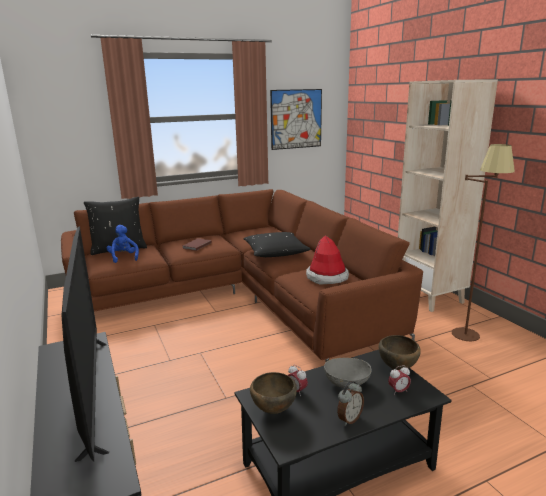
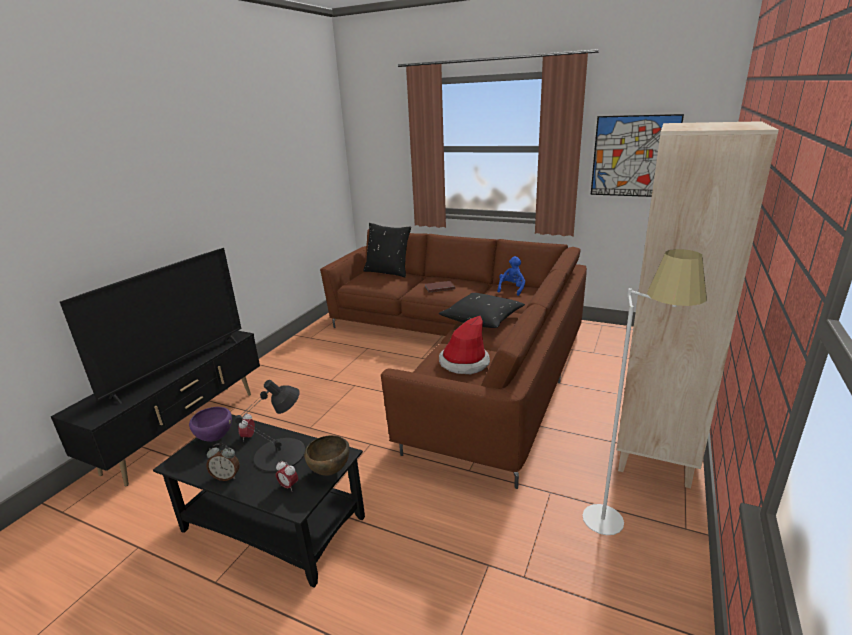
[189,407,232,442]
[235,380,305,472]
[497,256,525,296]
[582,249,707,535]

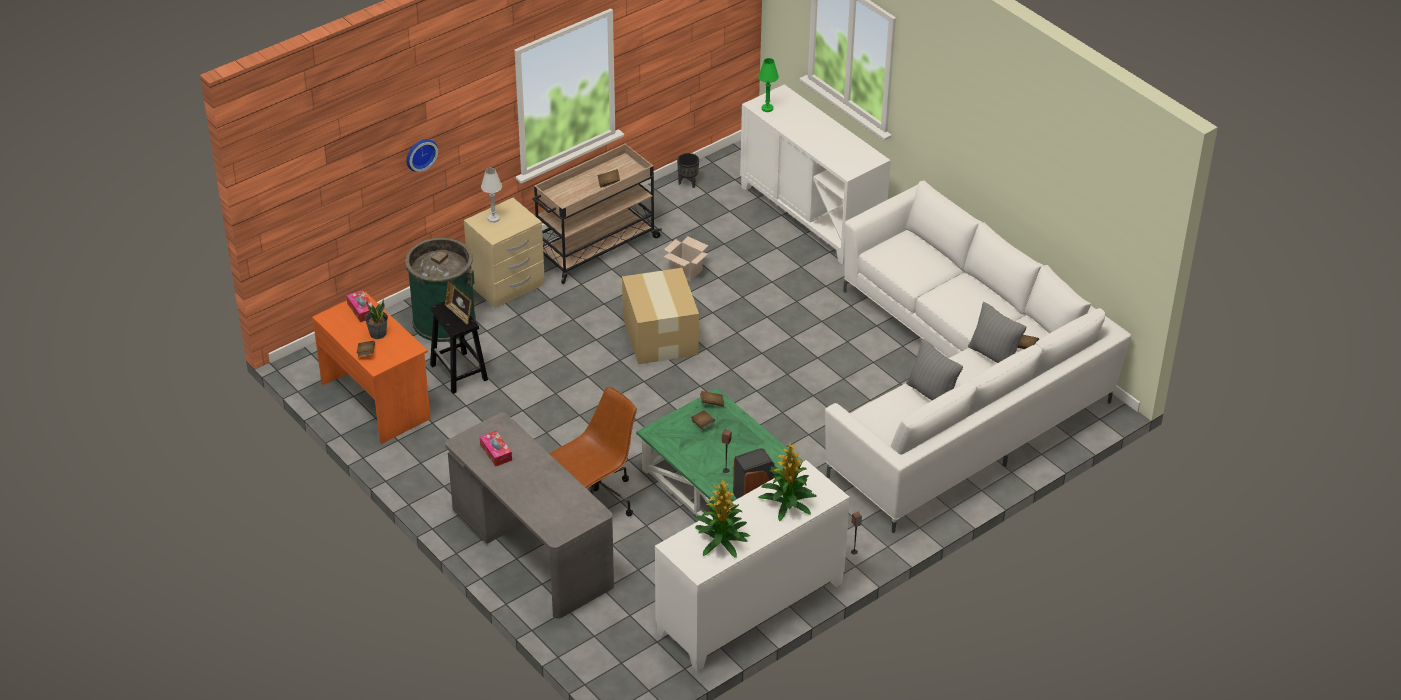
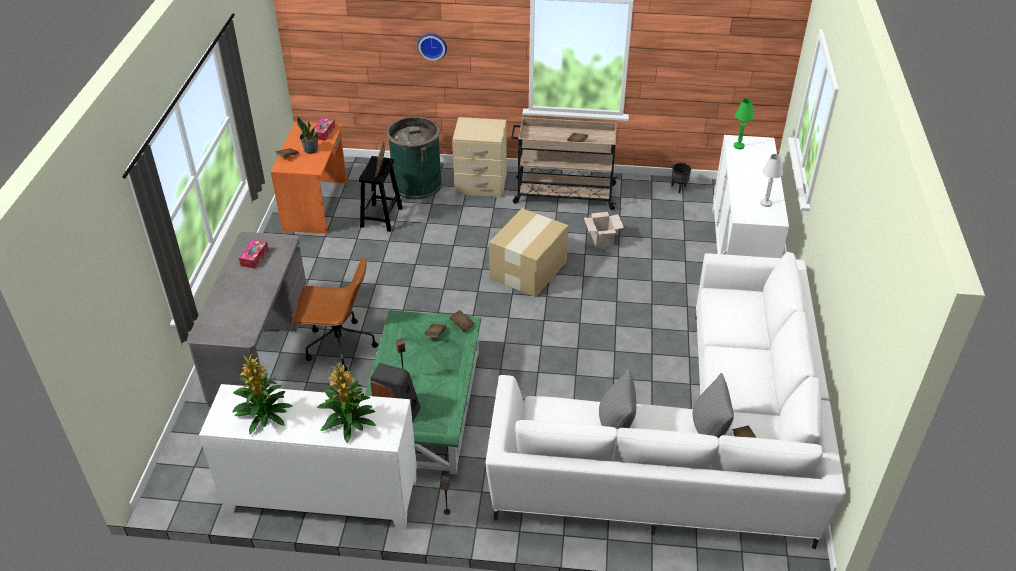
[760,154,783,207]

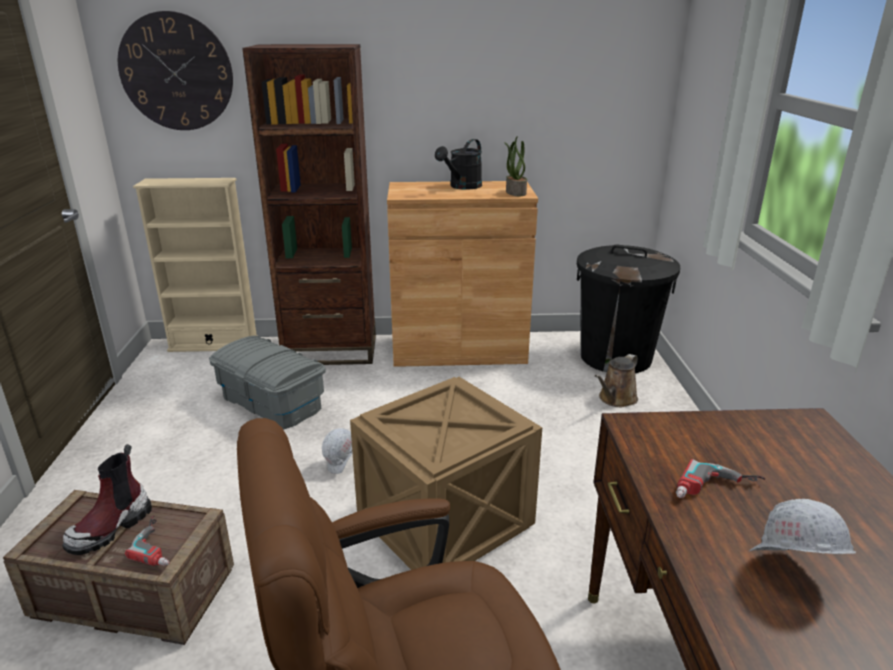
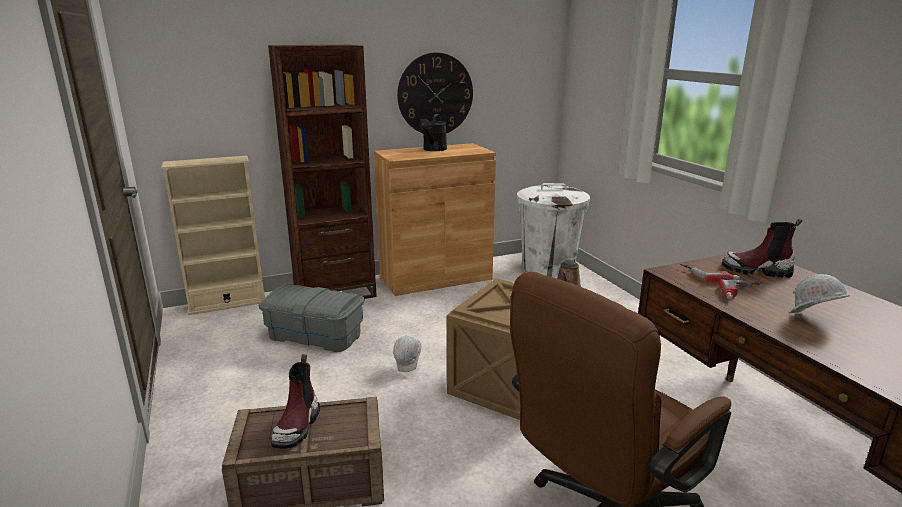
[397,53,473,133]
[517,183,590,277]
[680,264,740,283]
[722,219,802,278]
[504,136,527,196] (first image)

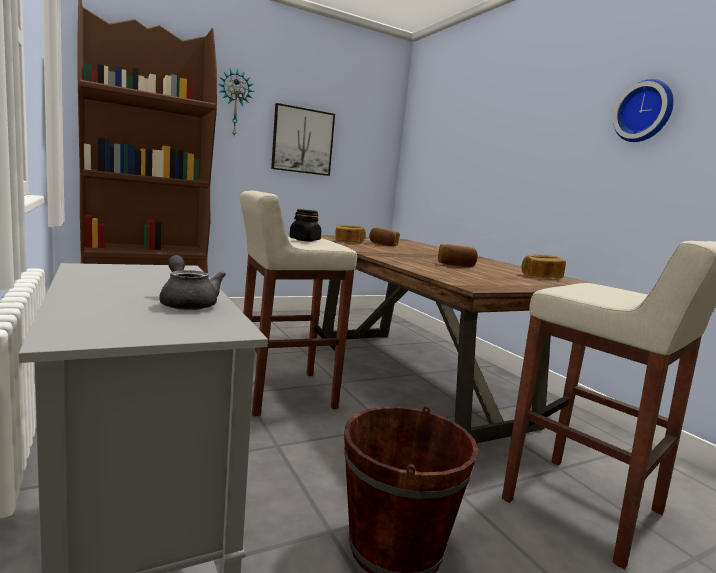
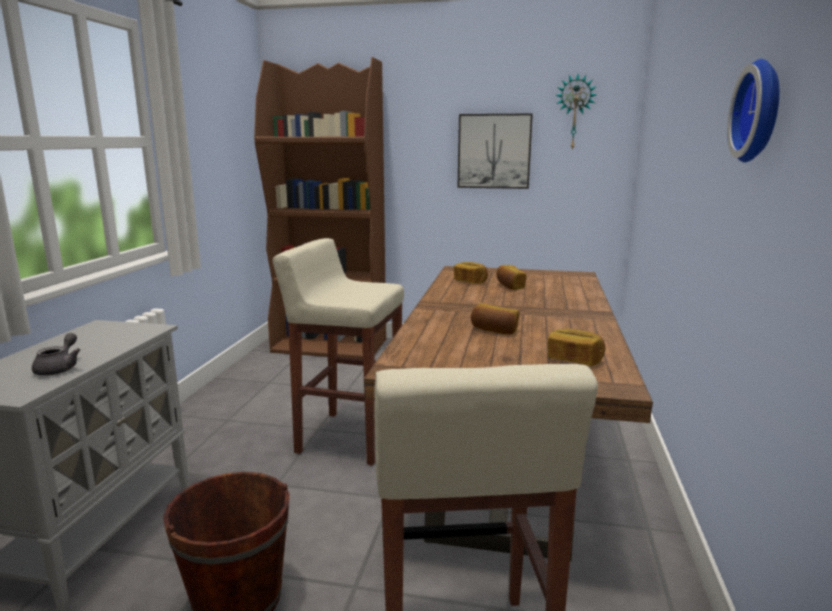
[555,74,597,151]
[290,209,321,241] (first image)

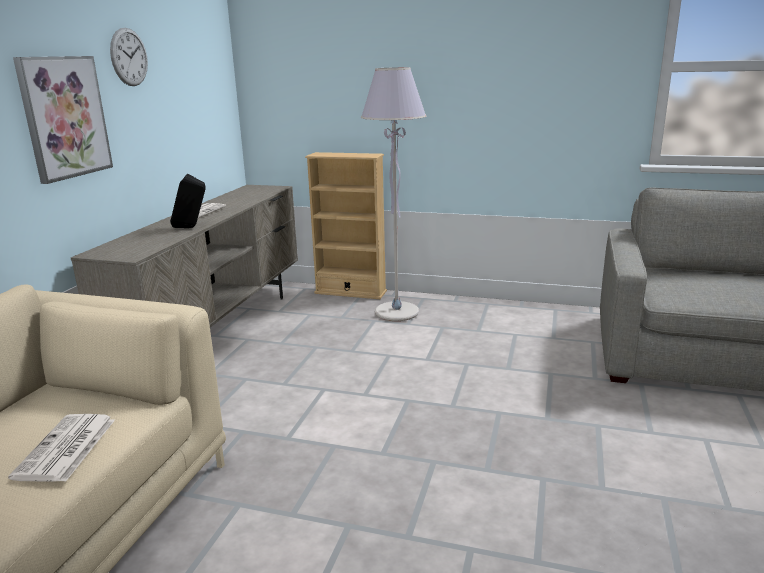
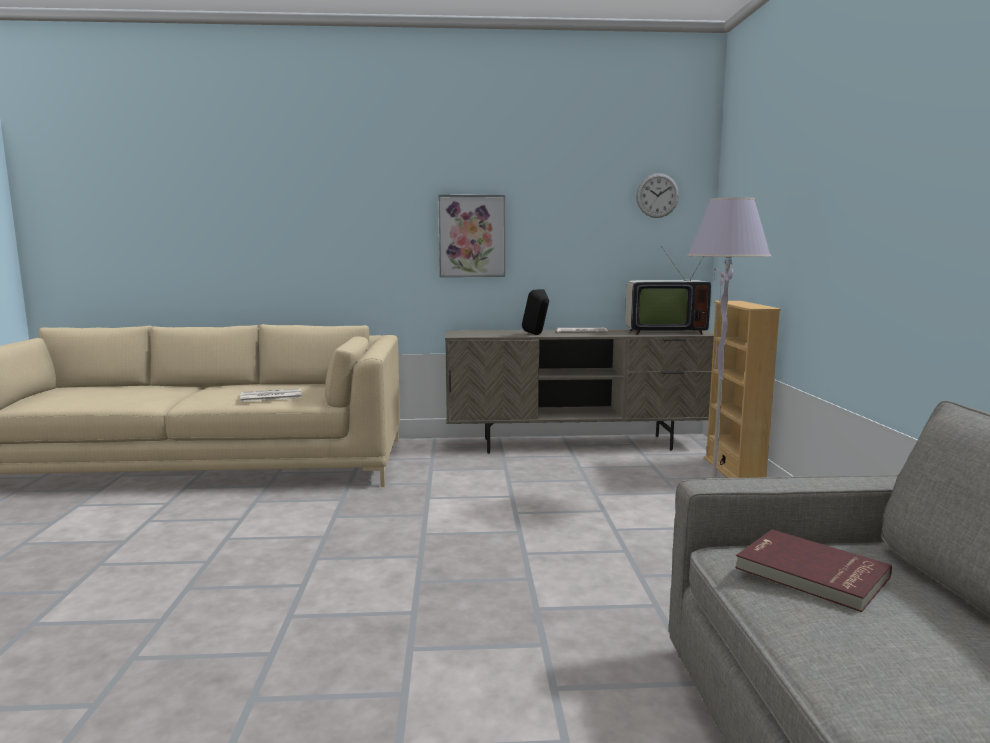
[625,246,711,334]
[636,173,679,218]
[735,530,892,612]

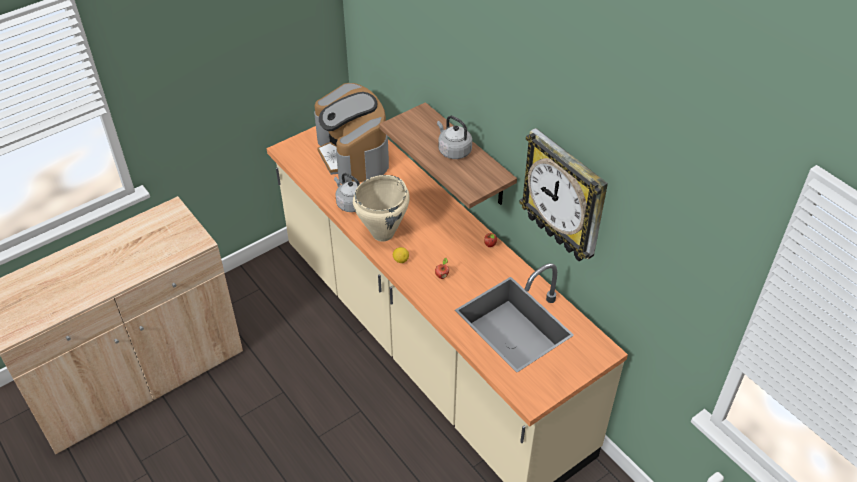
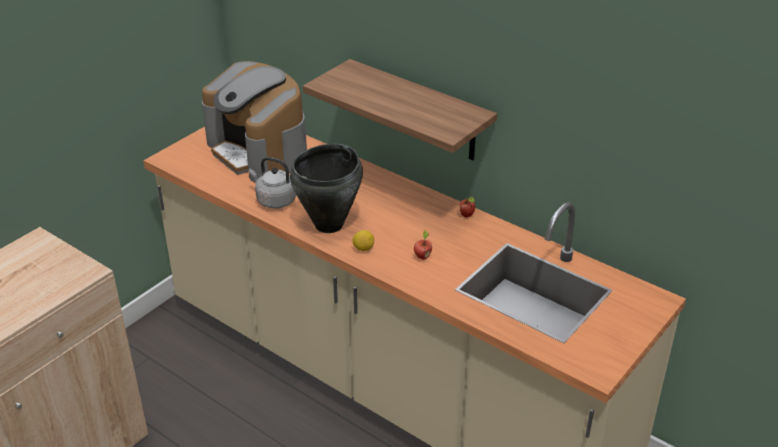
[290,144,363,233]
[437,116,472,159] (first image)
[519,128,608,261] (first image)

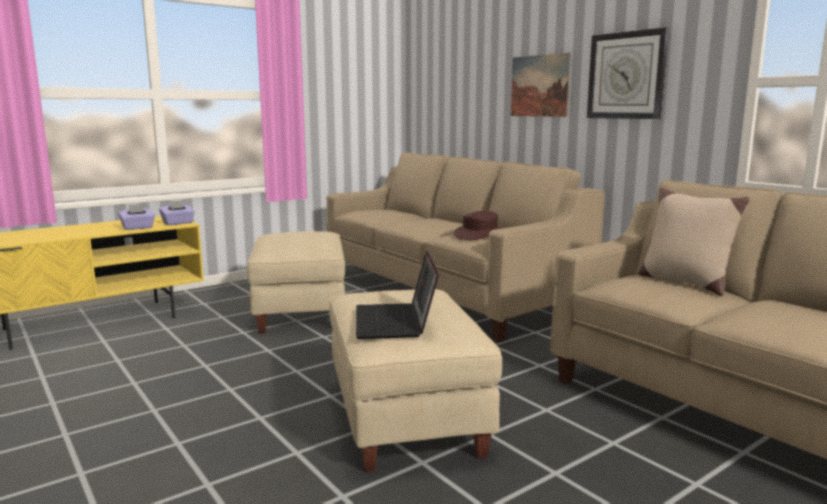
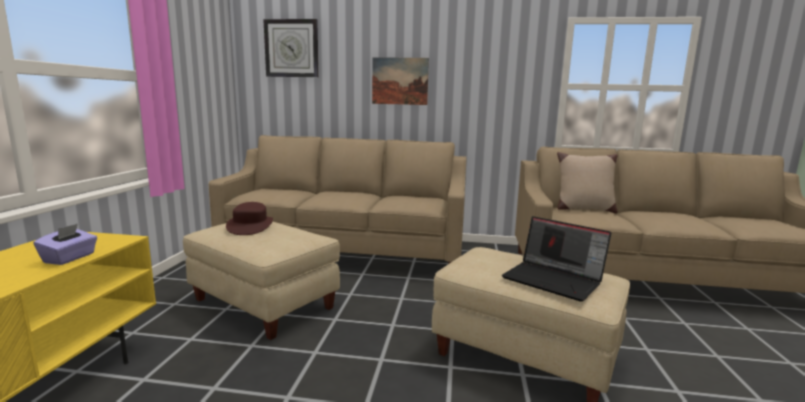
[226,202,273,235]
[263,19,319,77]
[159,200,194,225] (first image)

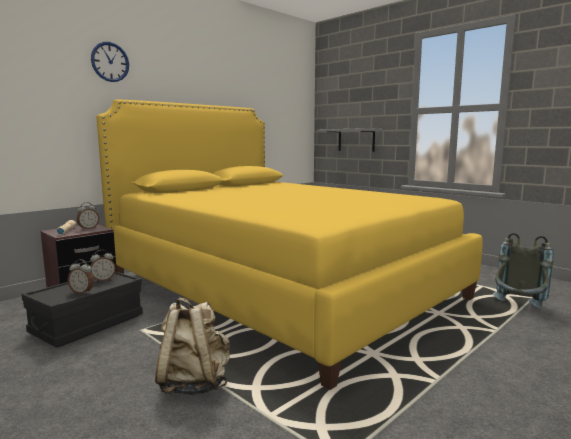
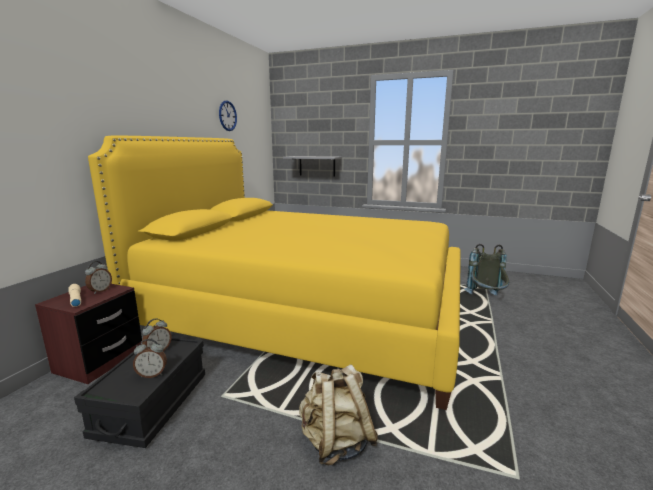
[219,101,237,131]

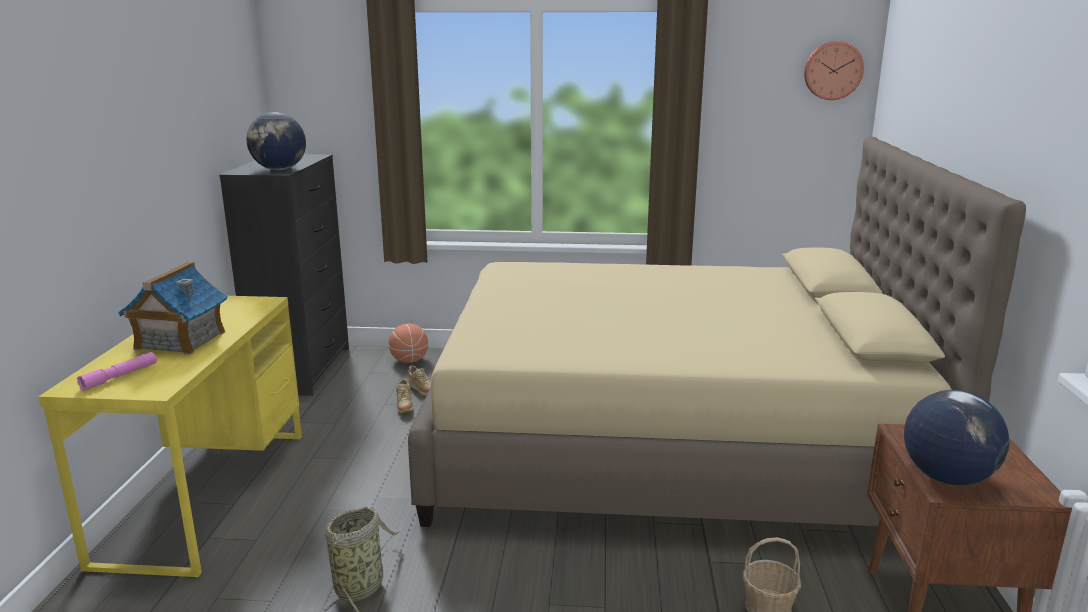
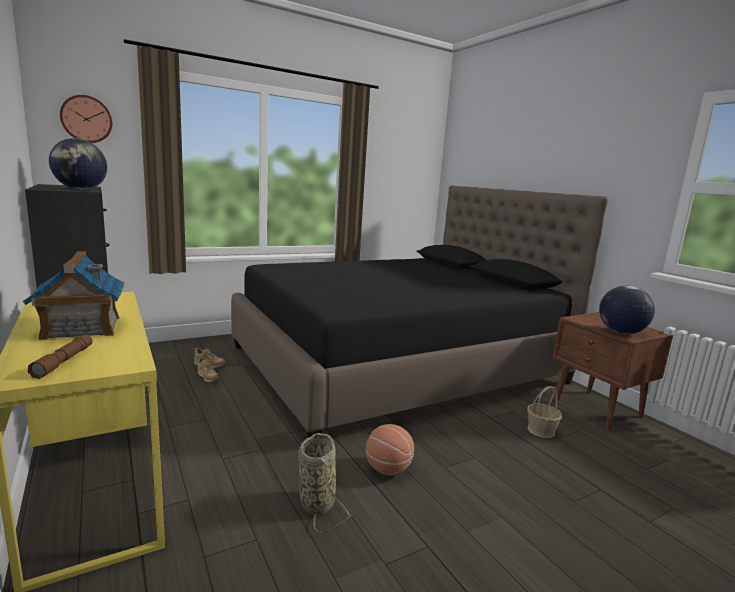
[27,334,93,379]
[60,95,112,143]
[231,185,608,438]
[366,424,414,475]

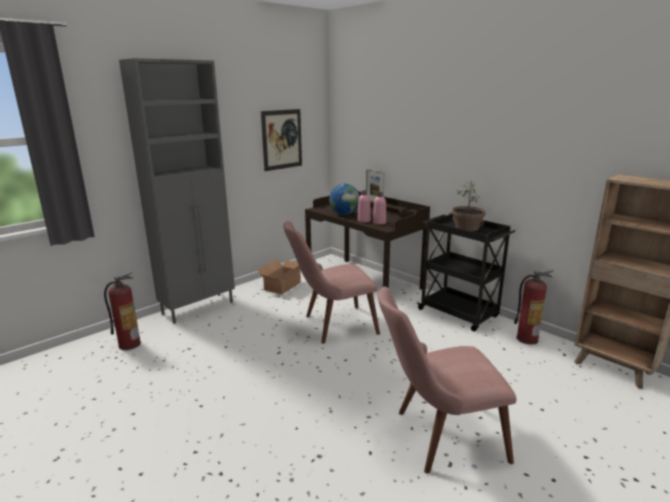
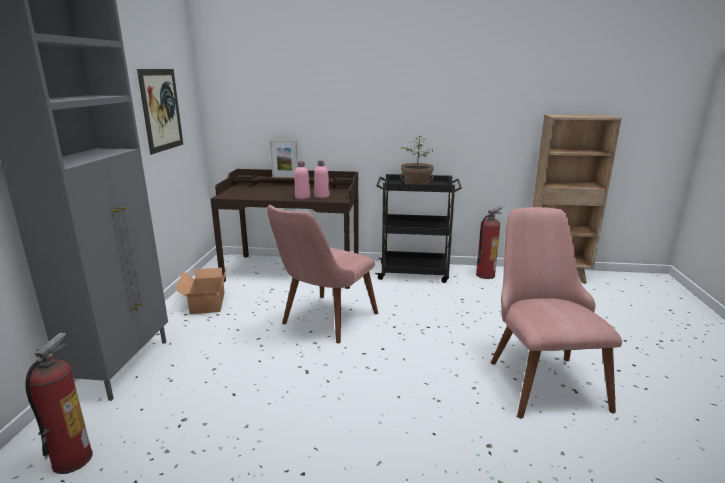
[491,207,622,418]
[329,184,360,215] (first image)

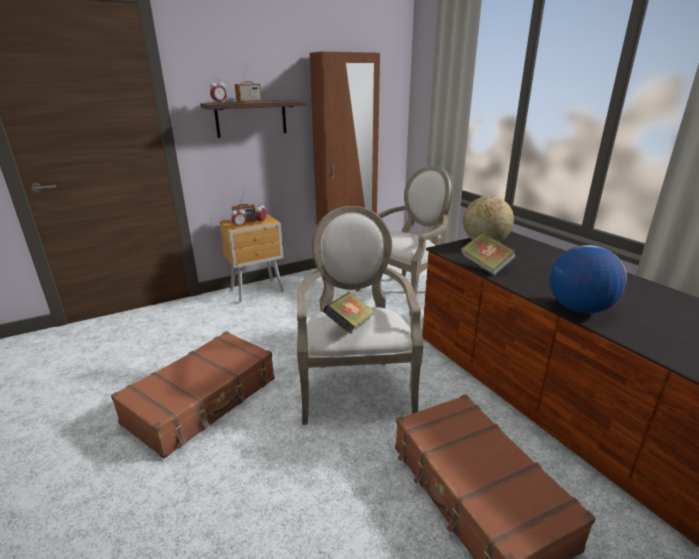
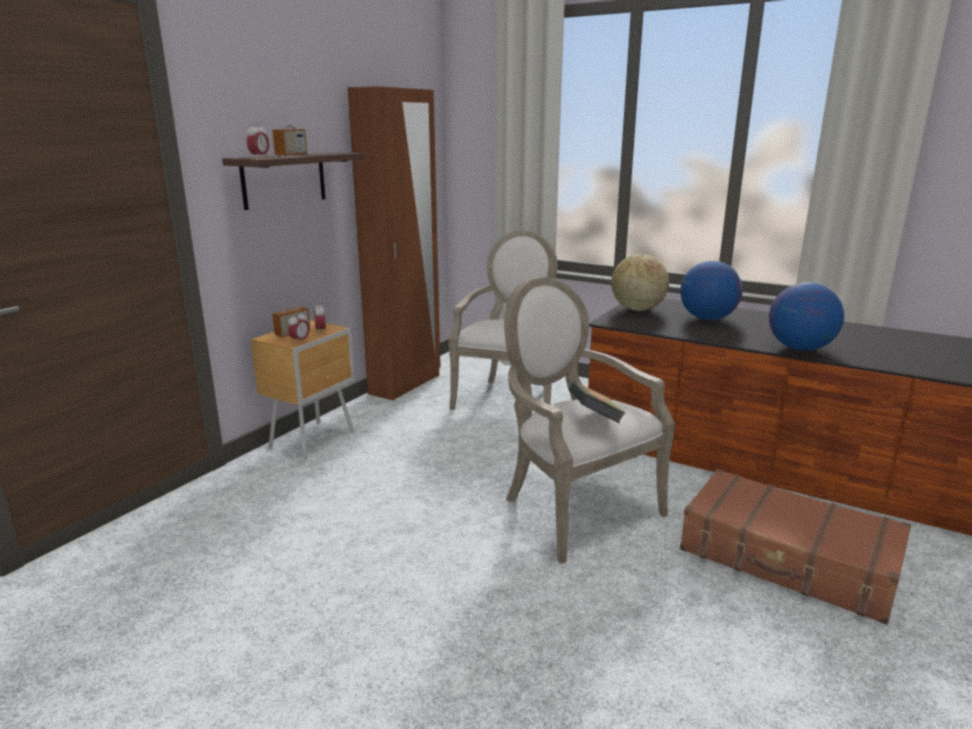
[680,261,743,320]
[111,331,275,459] (first image)
[460,232,517,276] (first image)

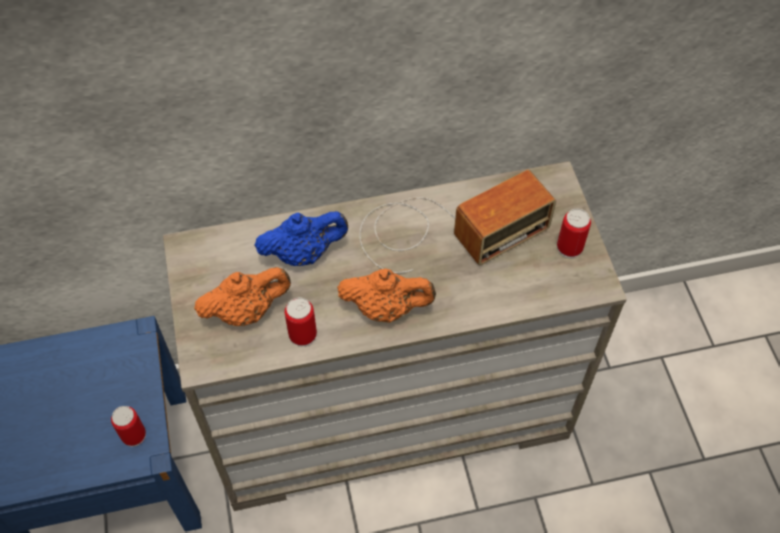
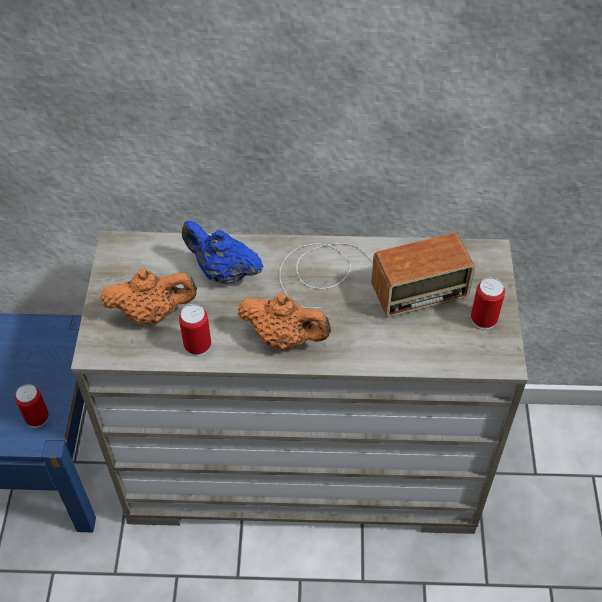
[182,221,263,284]

